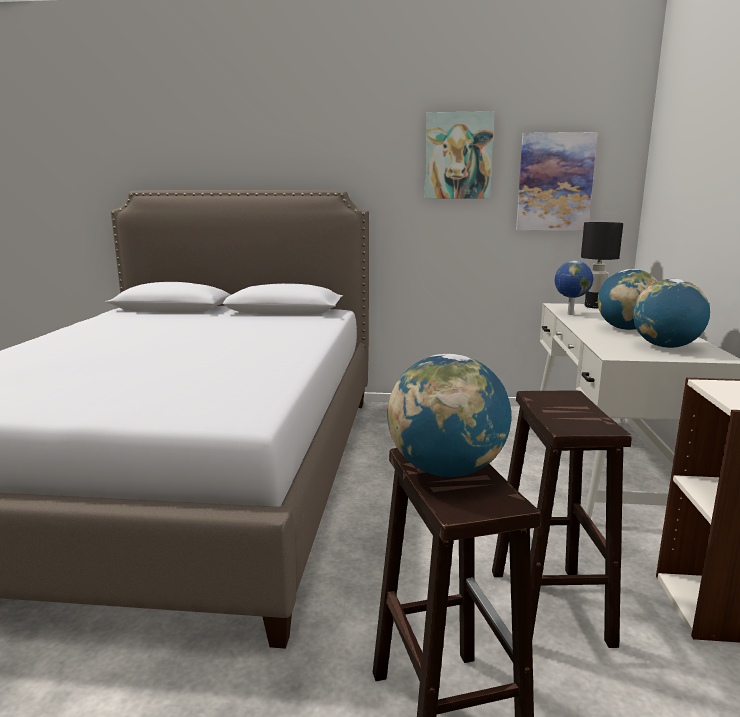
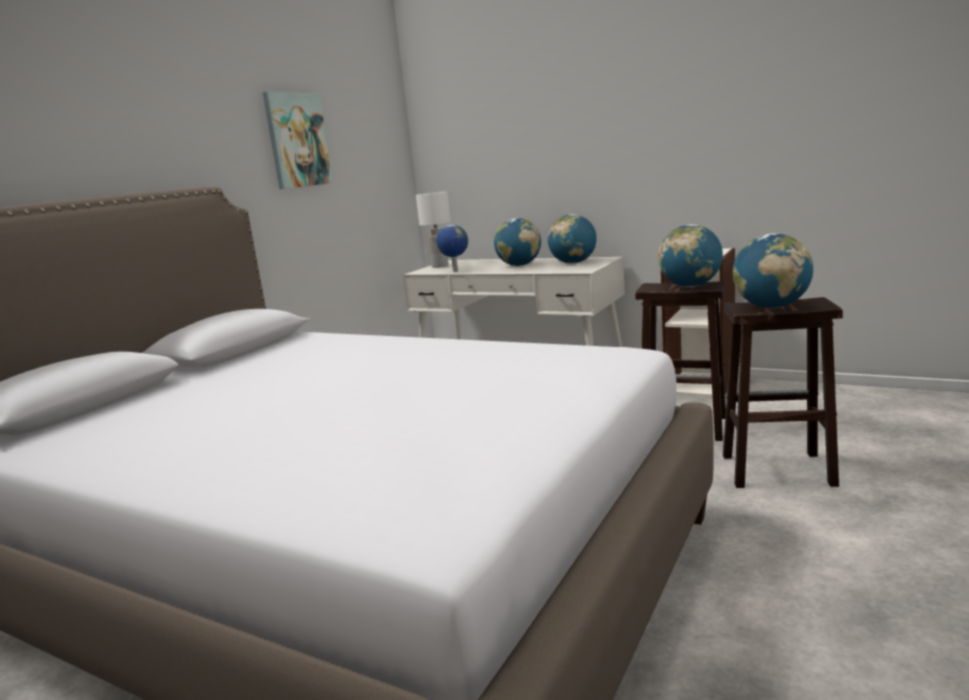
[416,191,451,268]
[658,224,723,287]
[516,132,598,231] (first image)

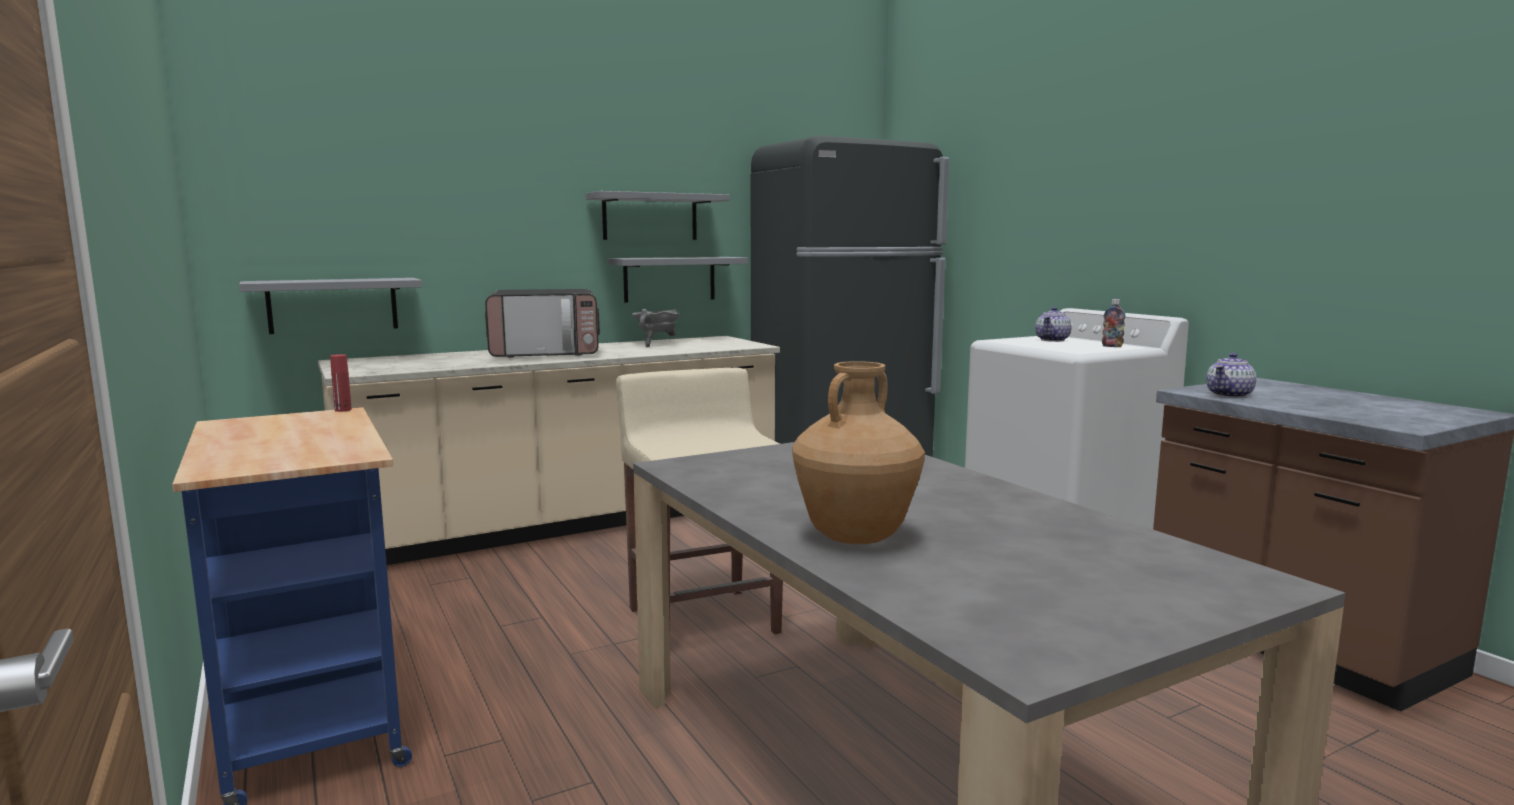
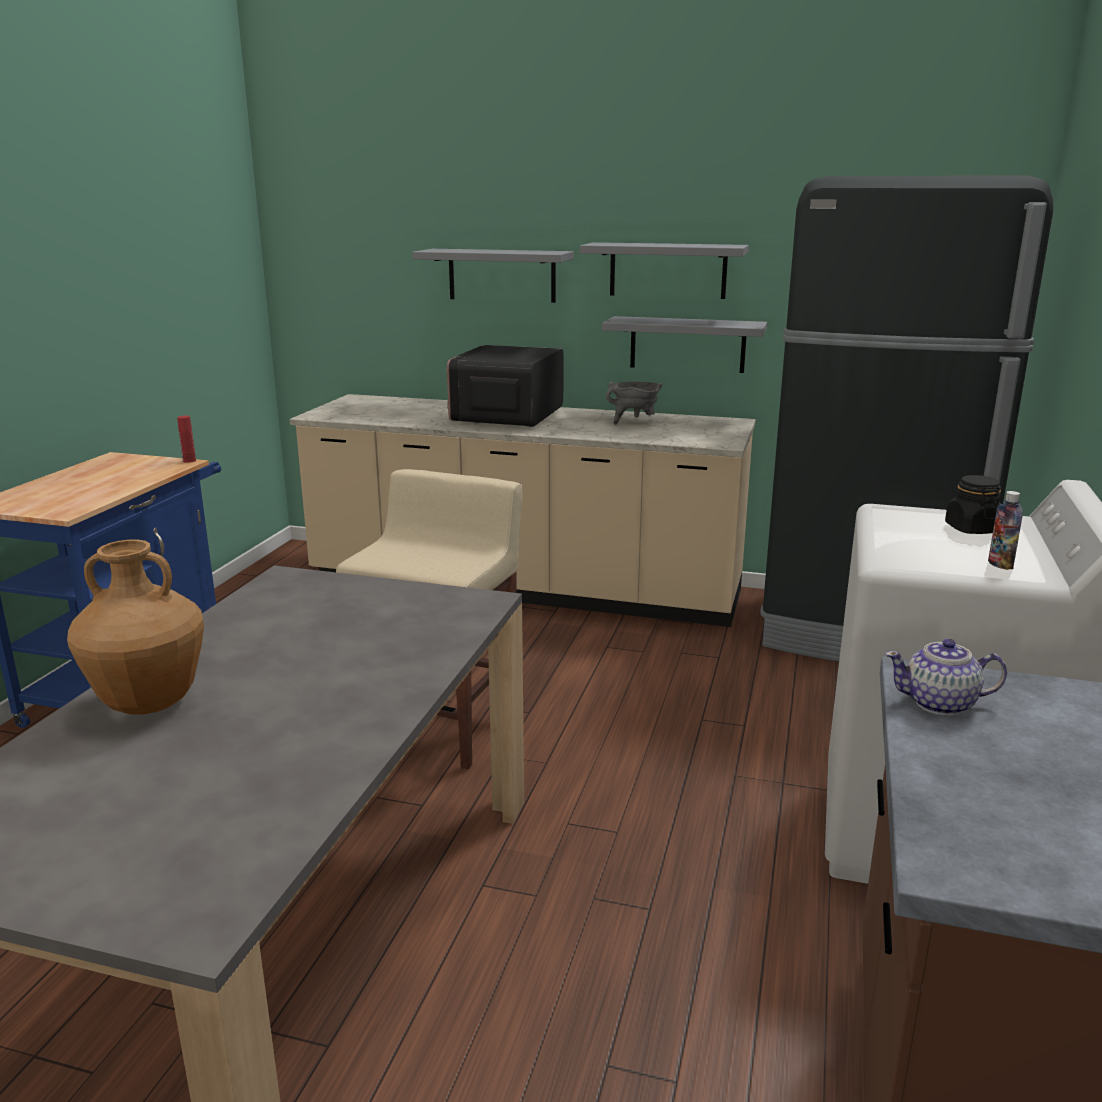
[412,249,574,303]
[447,345,564,427]
[945,475,1001,534]

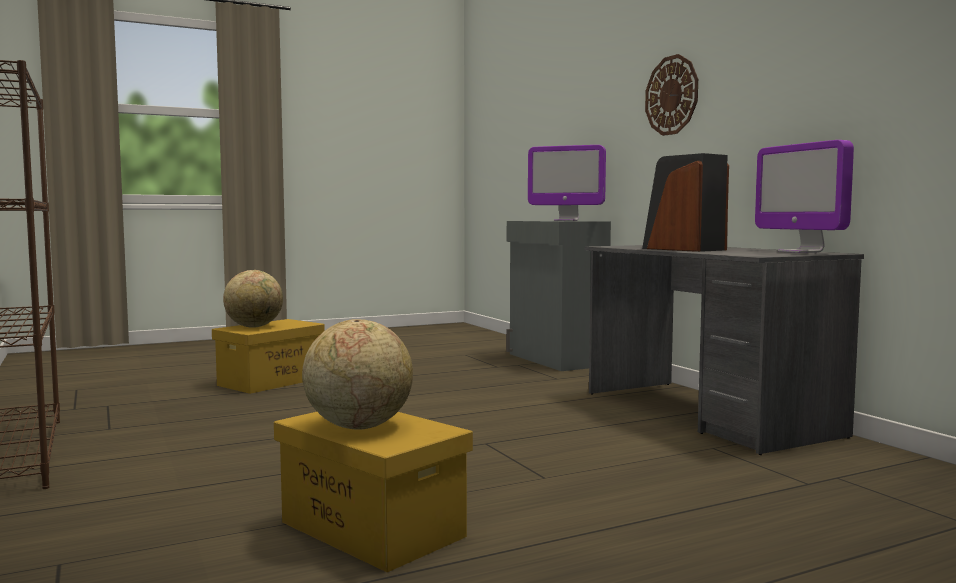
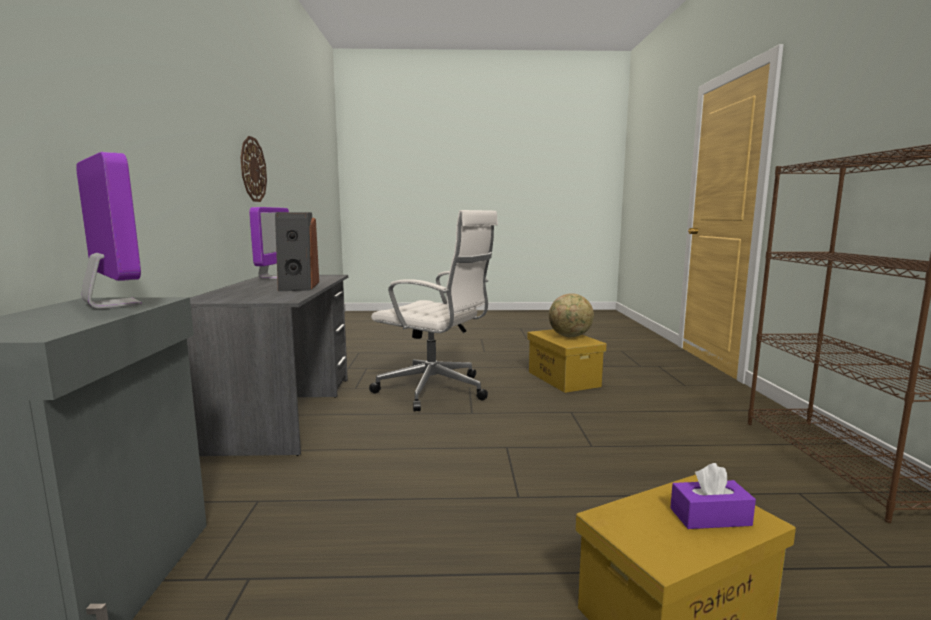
[241,136,267,202]
[369,210,498,412]
[670,463,756,529]

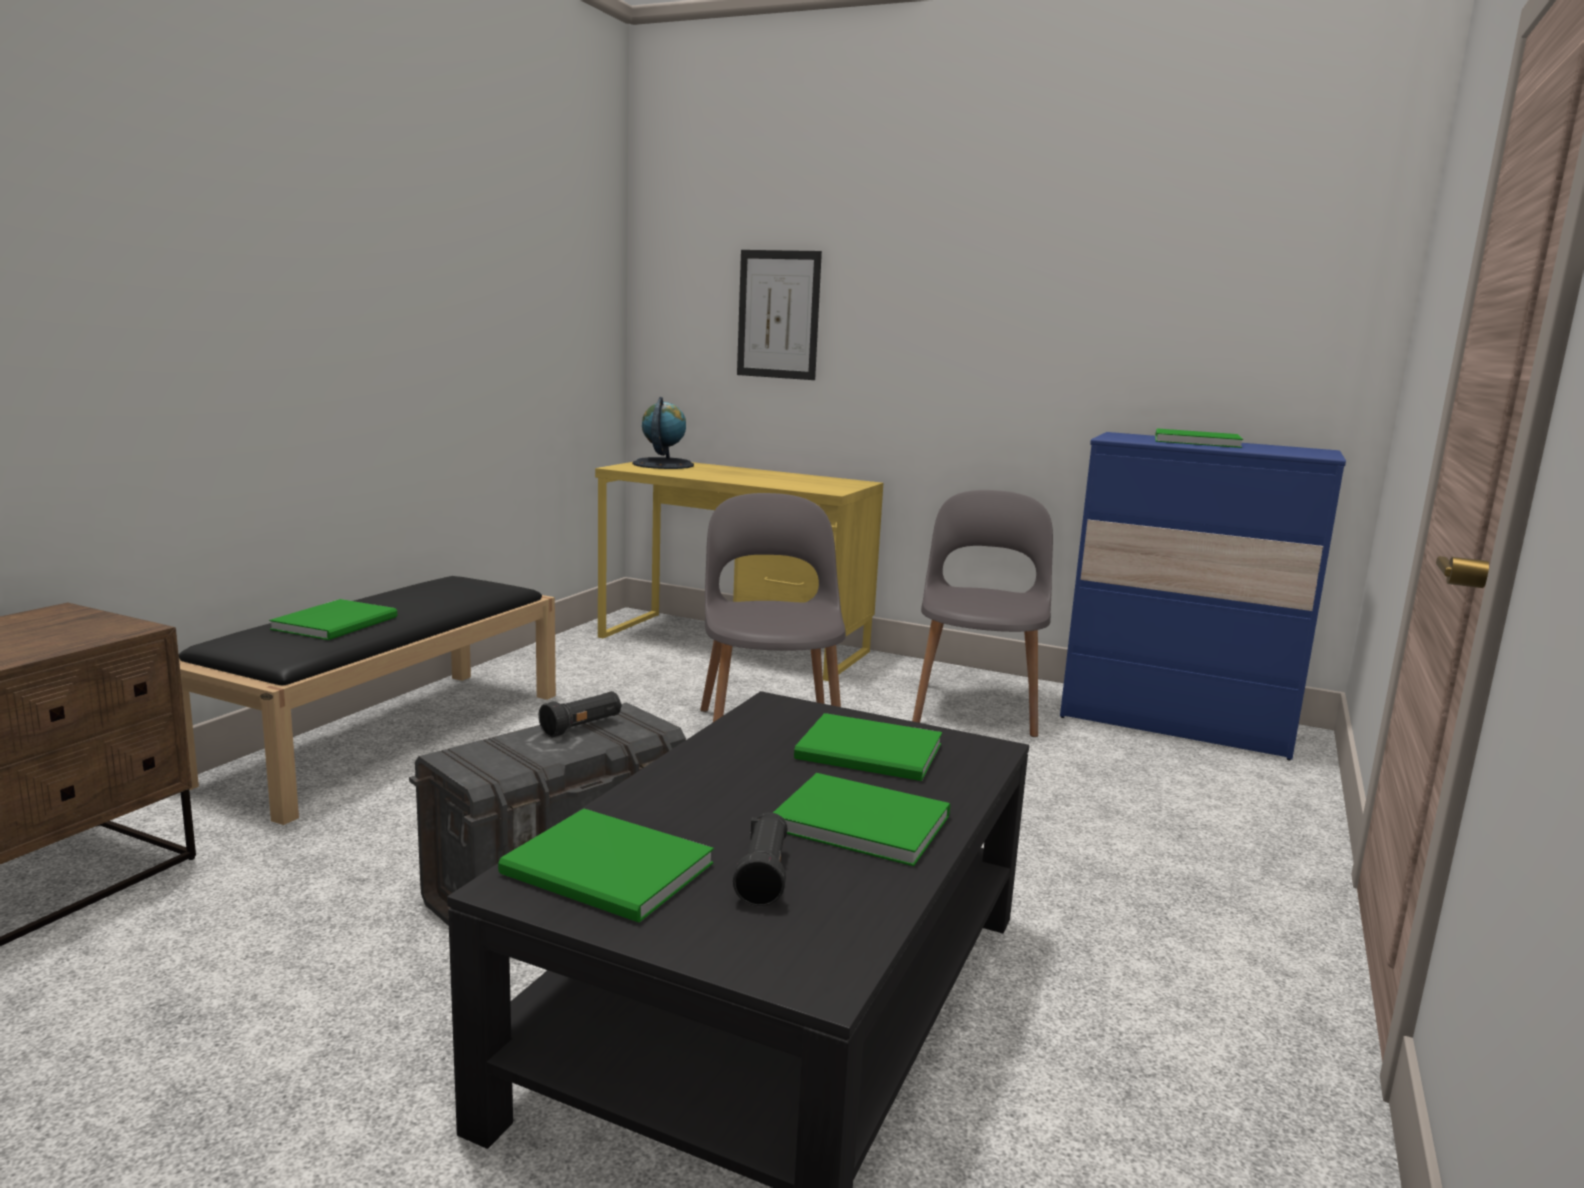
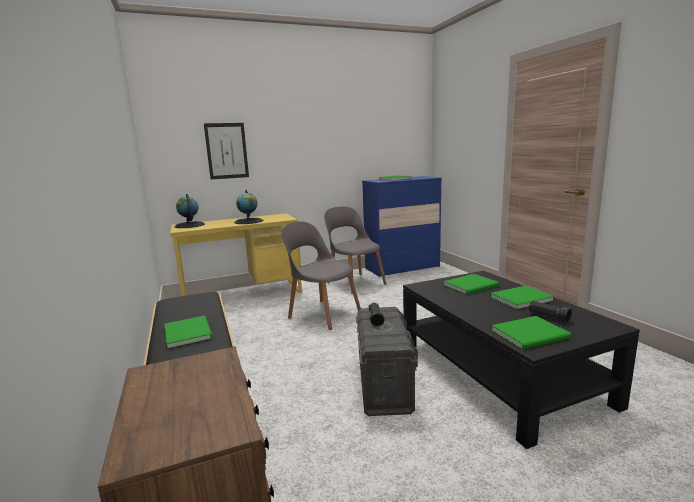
[234,190,263,224]

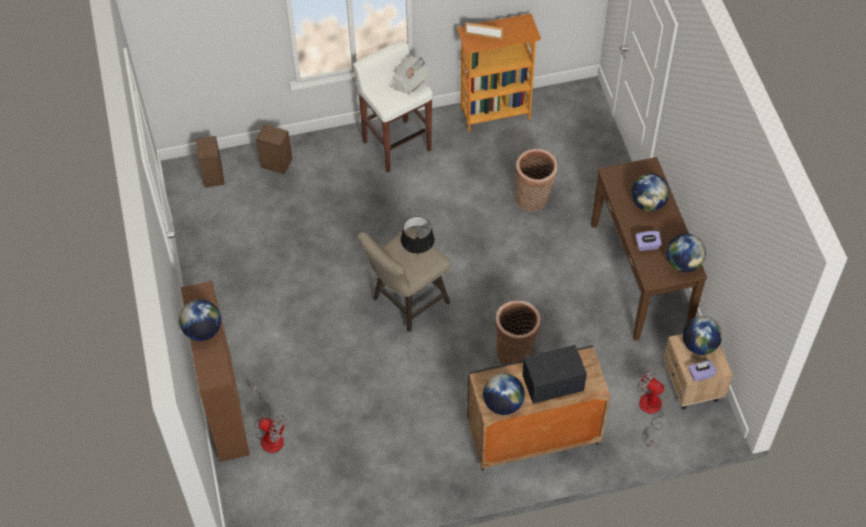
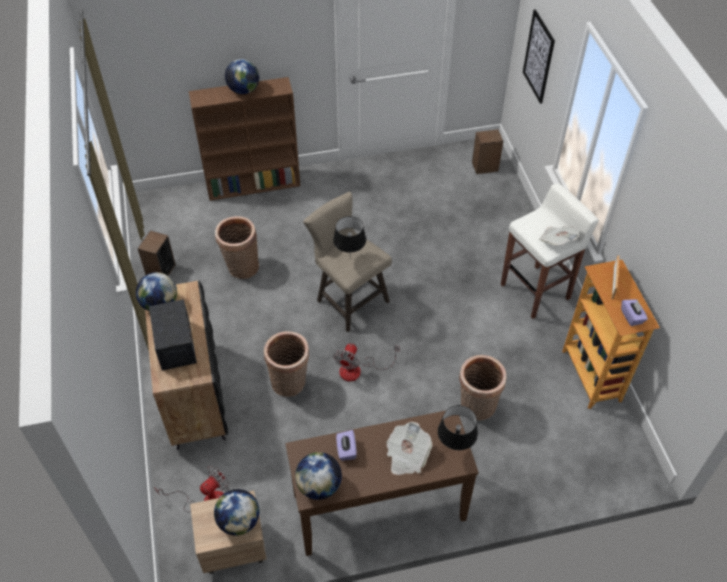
[138,230,176,276]
[215,216,259,279]
[333,343,400,381]
[386,422,432,475]
[438,405,478,450]
[523,10,555,104]
[621,299,648,326]

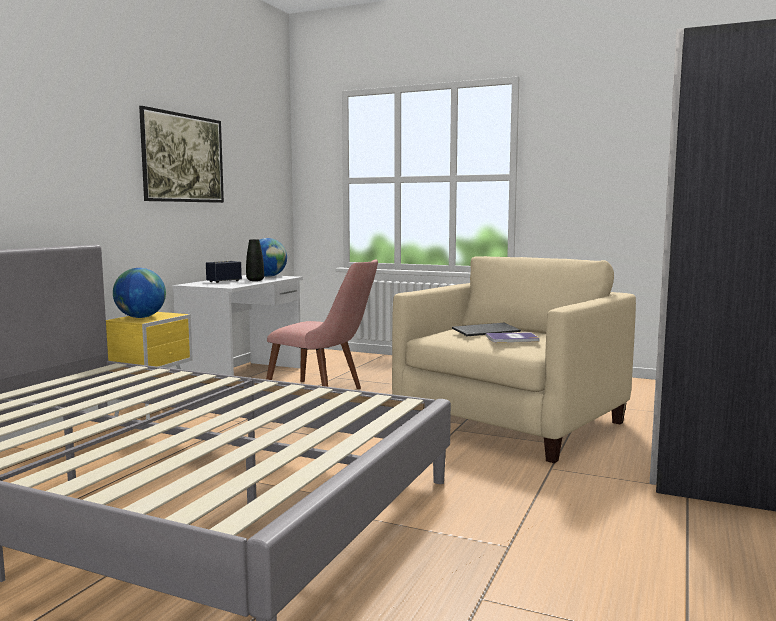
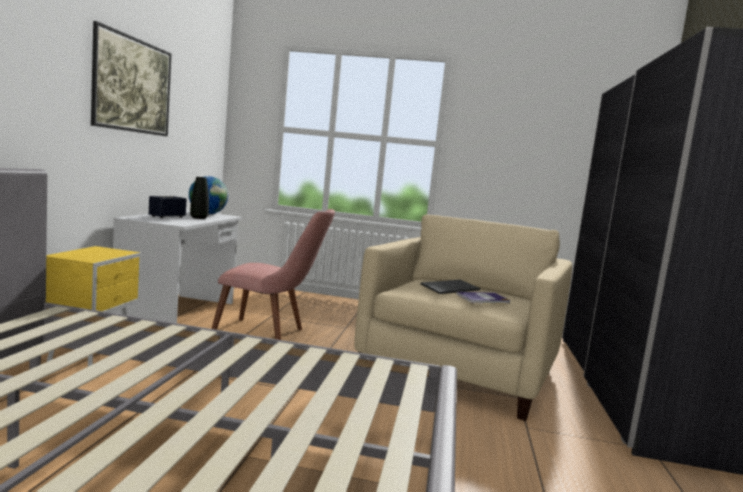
[113,268,166,318] (first image)

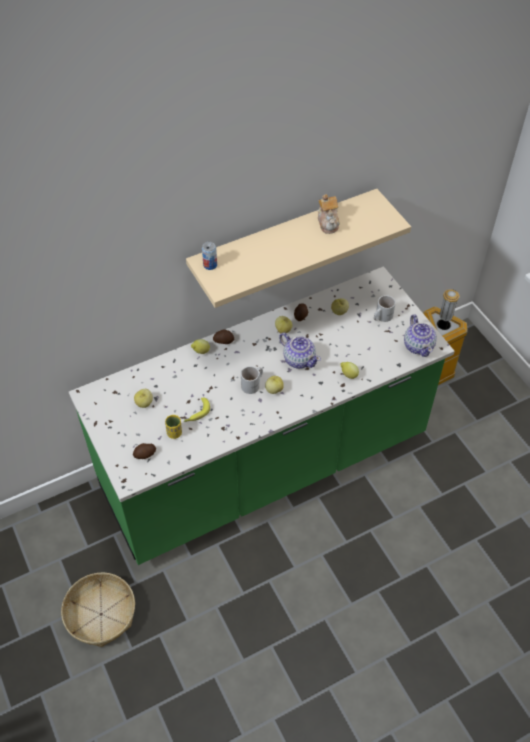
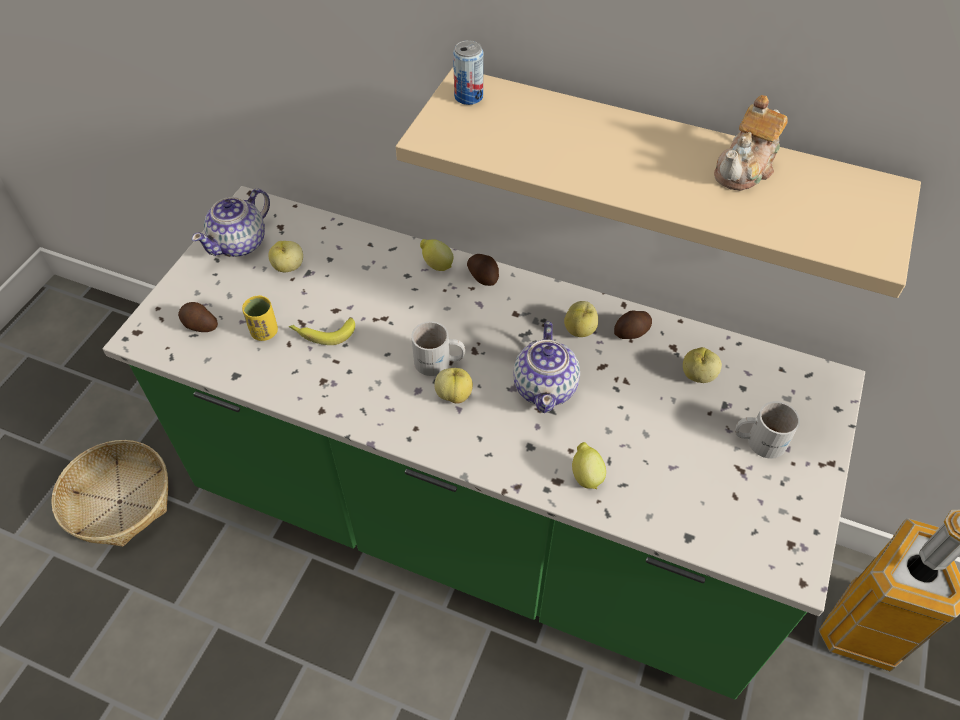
[192,189,270,257]

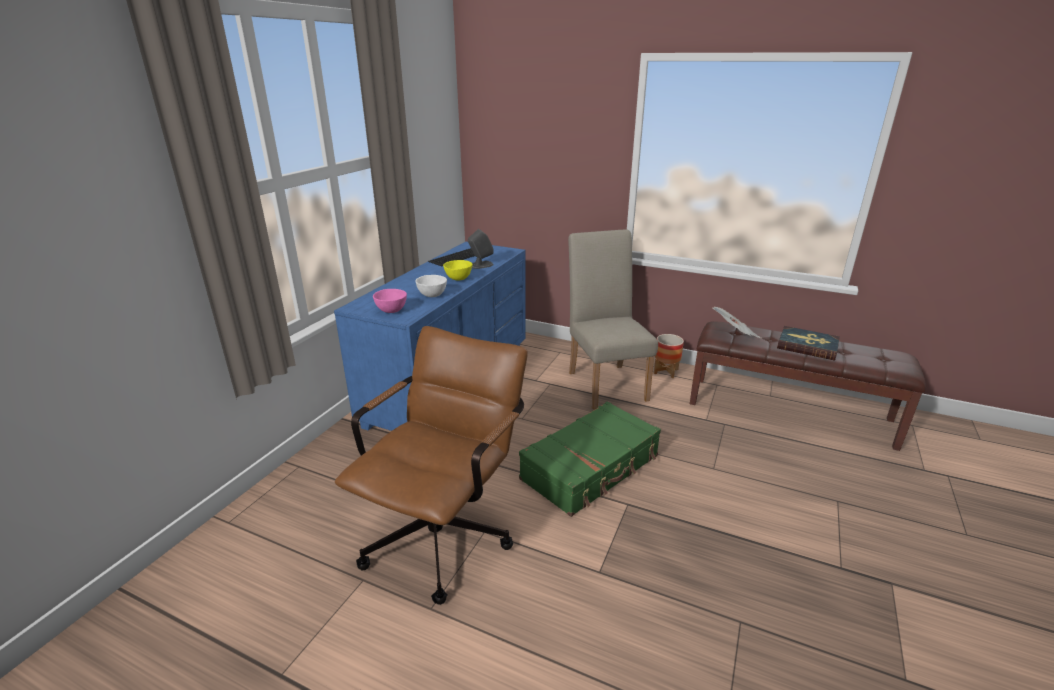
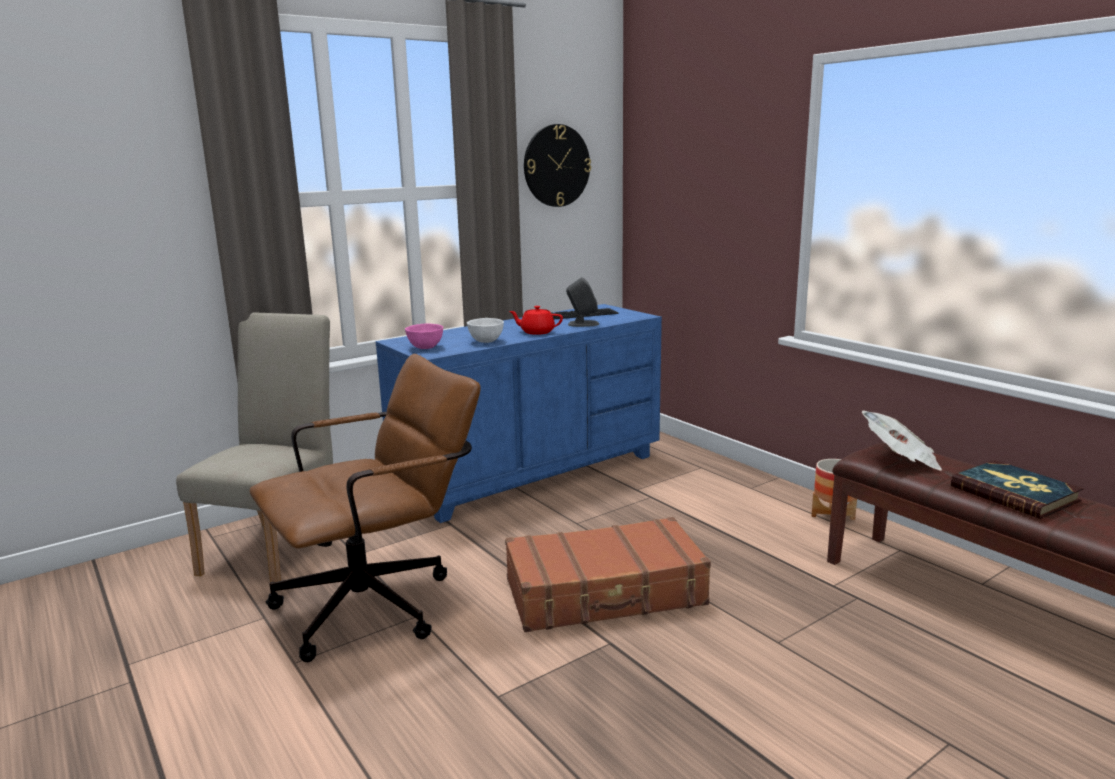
[176,312,333,582]
[505,517,711,632]
[509,306,563,335]
[524,124,591,207]

